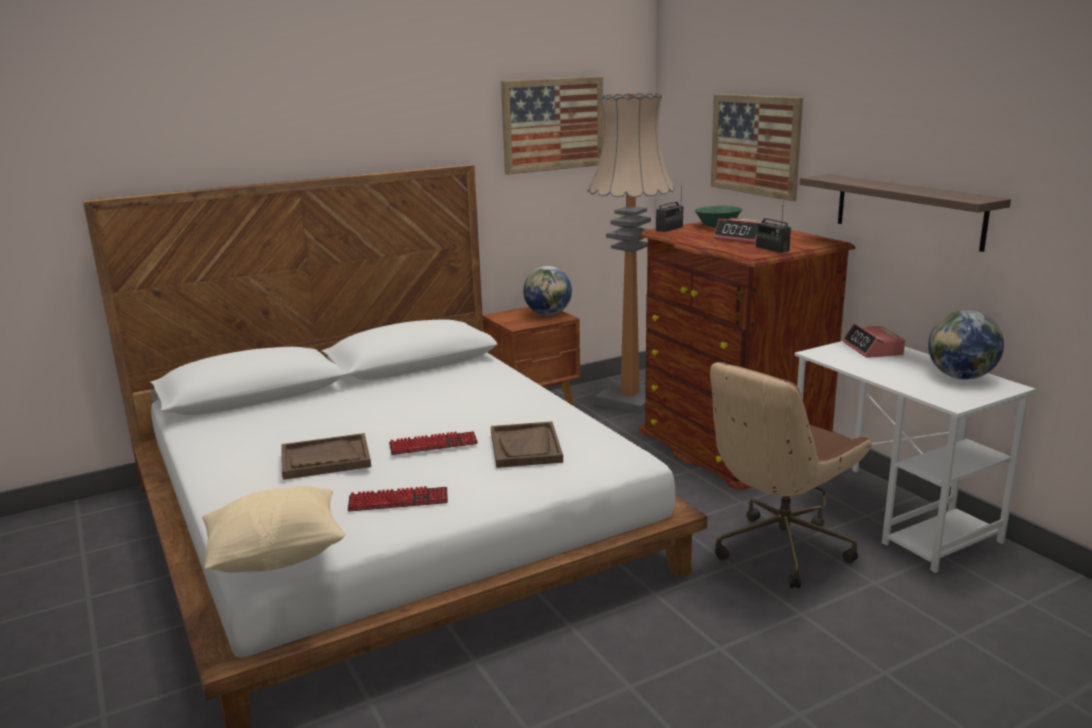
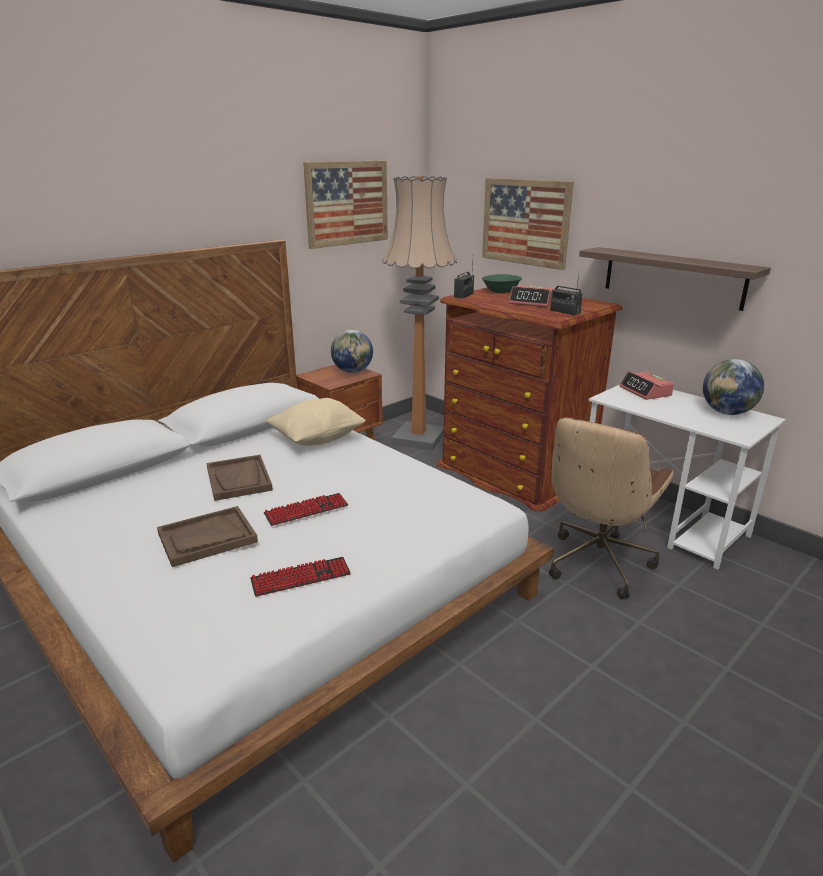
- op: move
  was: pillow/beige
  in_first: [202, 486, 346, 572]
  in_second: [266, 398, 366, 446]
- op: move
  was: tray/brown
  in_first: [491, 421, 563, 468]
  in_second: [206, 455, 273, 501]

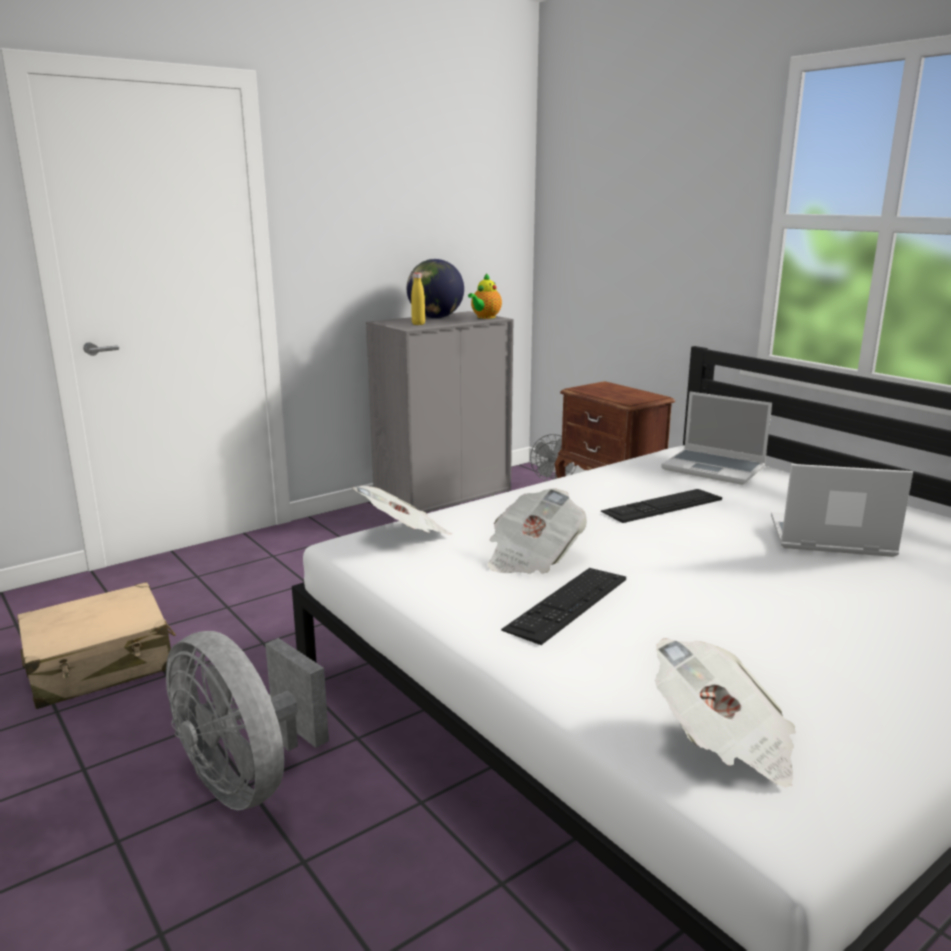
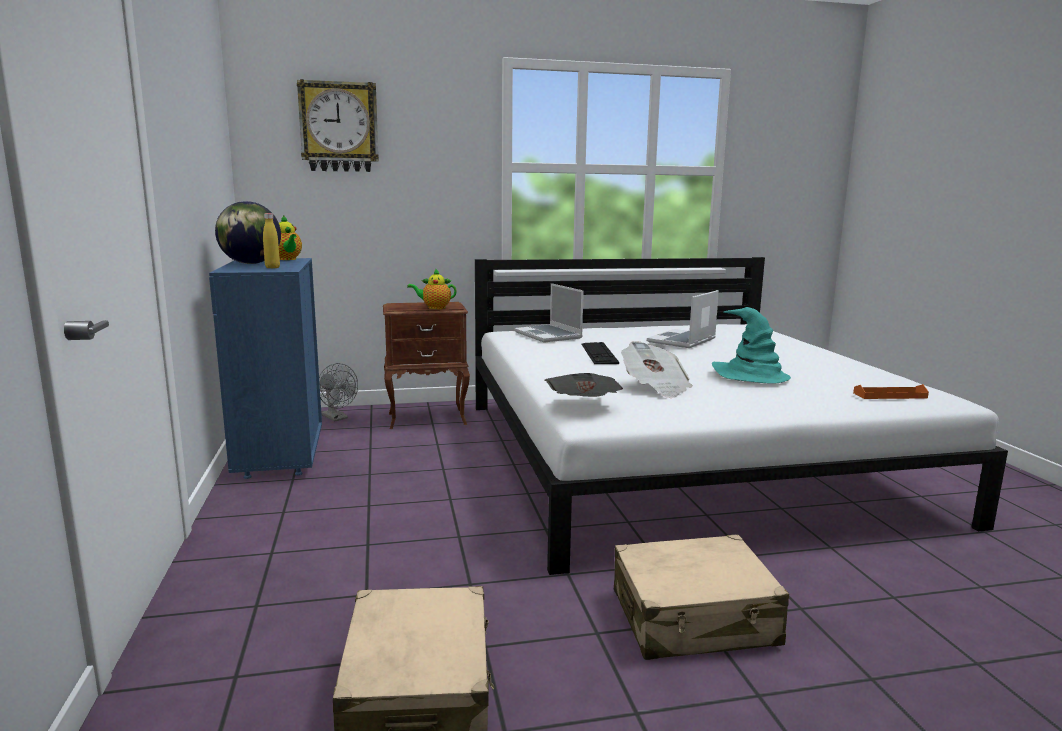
- op: replace
  was: fan/grey
  now: suitcase/beige
  in_first: [166, 631, 329, 810]
  in_second: [614, 535, 789, 660]
- op: recolor
  was: cabinet/grey
  now: cabinet/blue
  in_first: [366, 311, 513, 513]
  in_second: [209, 258, 322, 479]
- op: delete
  was: keyboard
  in_first: [501, 568, 626, 645]
- op: replace
  was: newspaper
  now: tray/orange
  in_first: [655, 638, 796, 787]
  in_second: [853, 384, 929, 399]
- op: rotate
  was: laptop
  in_first: [661, 392, 772, 485]
  in_second: [514, 283, 584, 343]
  clockwise: 90
- op: insert
  now: wall clock
  in_second: [297, 79, 379, 172]
- op: insert
  now: teapot
  in_second: [407, 268, 457, 309]
- op: insert
  now: hat/turquoise
  in_second: [712, 307, 791, 384]

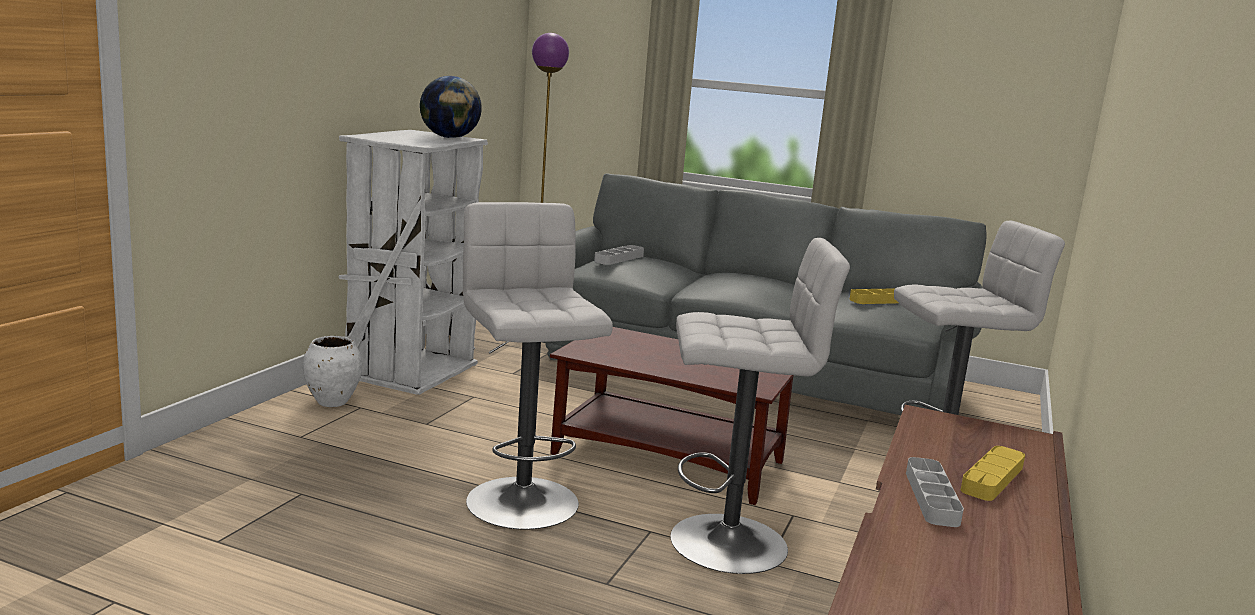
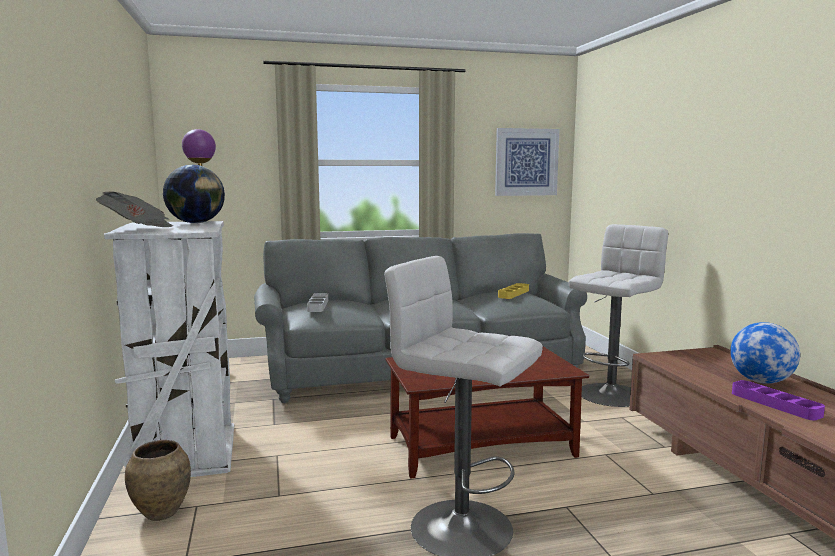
- op: recolor
  was: vase/white
  now: vase/brown
  in_first: [303, 336, 362, 407]
  in_second: [125, 440, 191, 521]
- op: delete
  was: stool/white
  in_first: [670, 238, 850, 574]
- op: recolor
  was: tray/grey
  now: tray/purple
  in_first: [906, 457, 964, 527]
  in_second: [732, 380, 825, 420]
- op: replace
  was: tray/yellow
  now: globe
  in_first: [961, 446, 1025, 501]
  in_second: [730, 322, 800, 384]
- op: insert
  now: newspaper
  in_second: [96, 191, 173, 227]
- op: insert
  now: picture
  in_second: [495, 128, 560, 196]

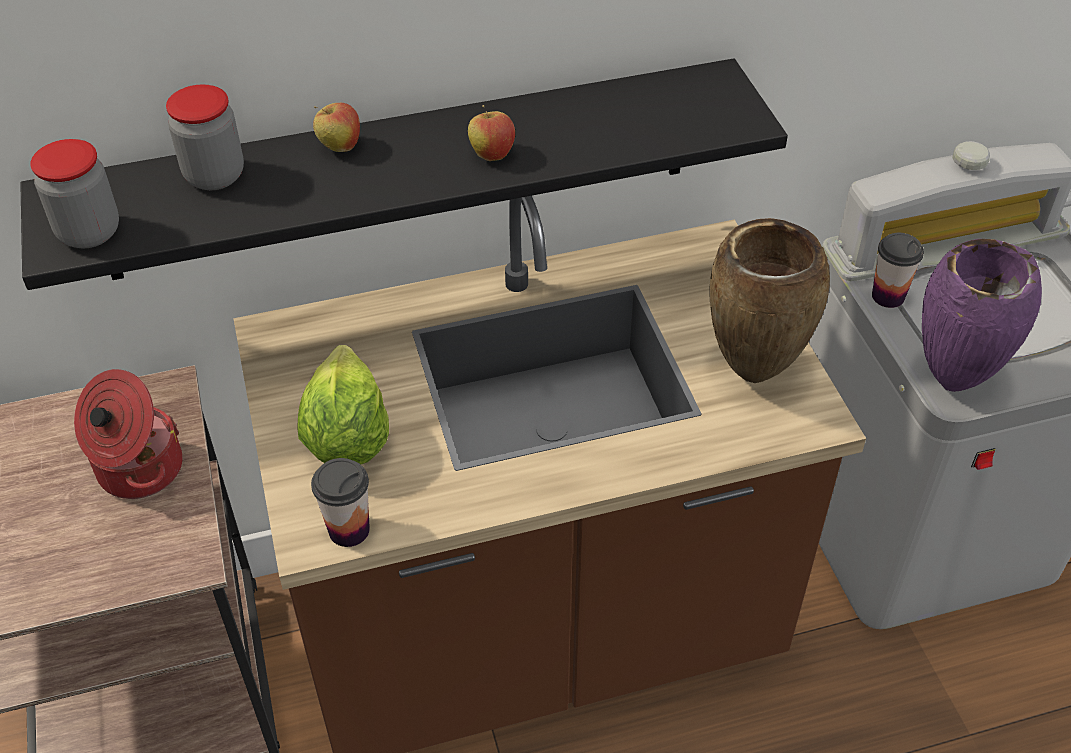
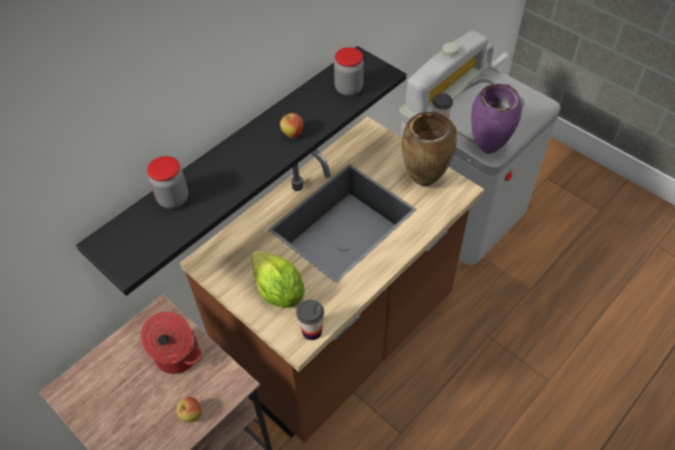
- op: move
  was: jar
  in_first: [30, 139, 119, 248]
  in_second: [334, 47, 364, 96]
- op: move
  was: apple
  in_first: [313, 103, 360, 152]
  in_second: [176, 397, 201, 422]

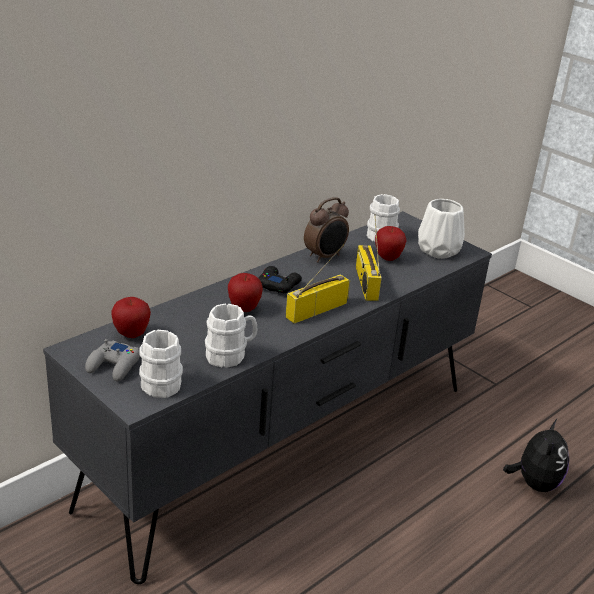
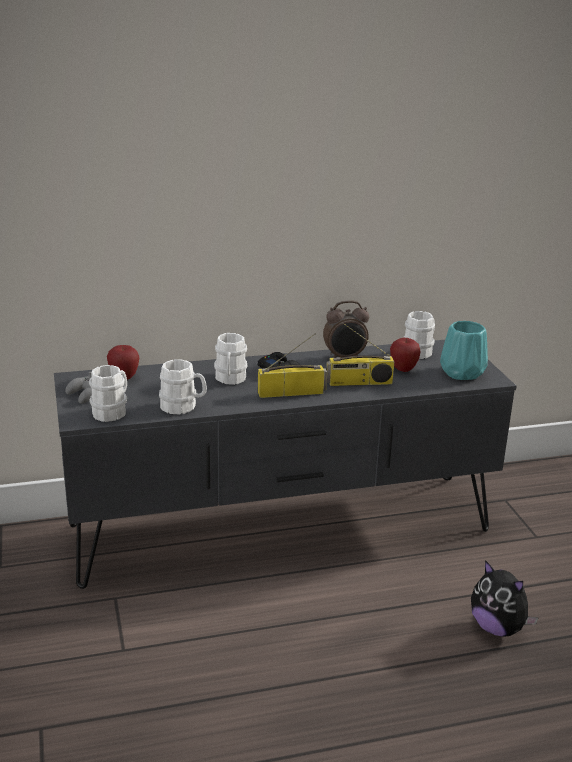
- op: replace
  was: apple
  now: mug/white
  in_first: [228, 273, 263, 312]
  in_second: [214, 333, 247, 385]
- op: rotate
  was: radio
  in_first: [356, 214, 382, 301]
  in_second: [326, 322, 394, 386]
  clockwise: -120
- op: recolor
  was: vase/white
  now: vase/turquoise
  in_first: [418, 199, 465, 259]
  in_second: [440, 321, 488, 380]
- op: rotate
  was: plush toy
  in_first: [503, 419, 570, 492]
  in_second: [471, 560, 539, 637]
  clockwise: 90

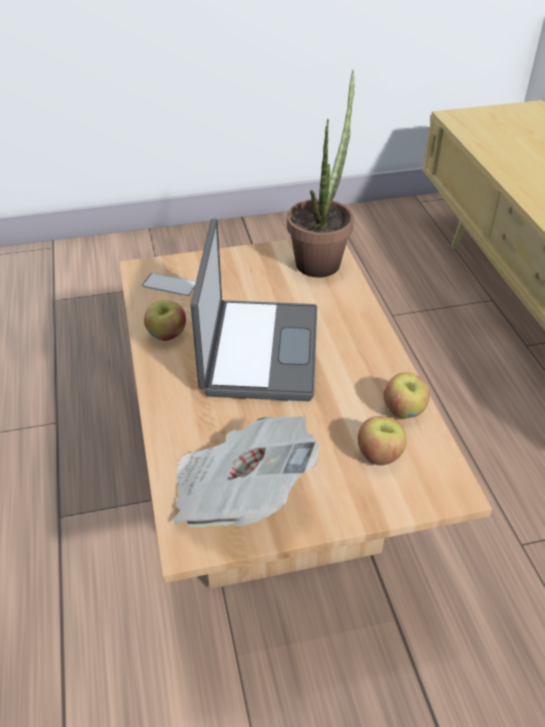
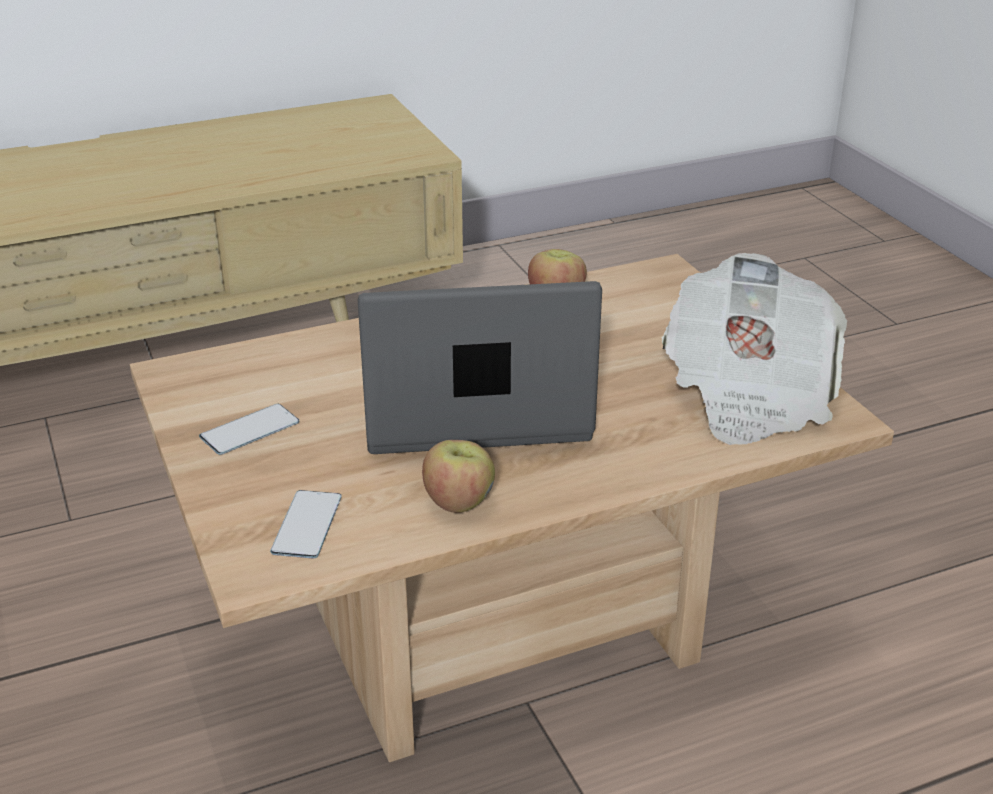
- op: delete
  was: potted plant
  in_first: [287, 70, 355, 277]
- op: delete
  was: apple
  in_first: [358, 416, 407, 465]
- op: insert
  now: phone
  in_second: [199, 404, 299, 455]

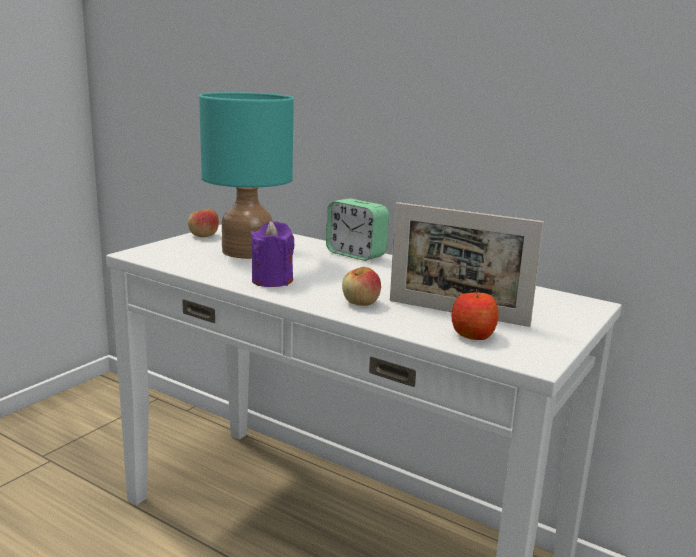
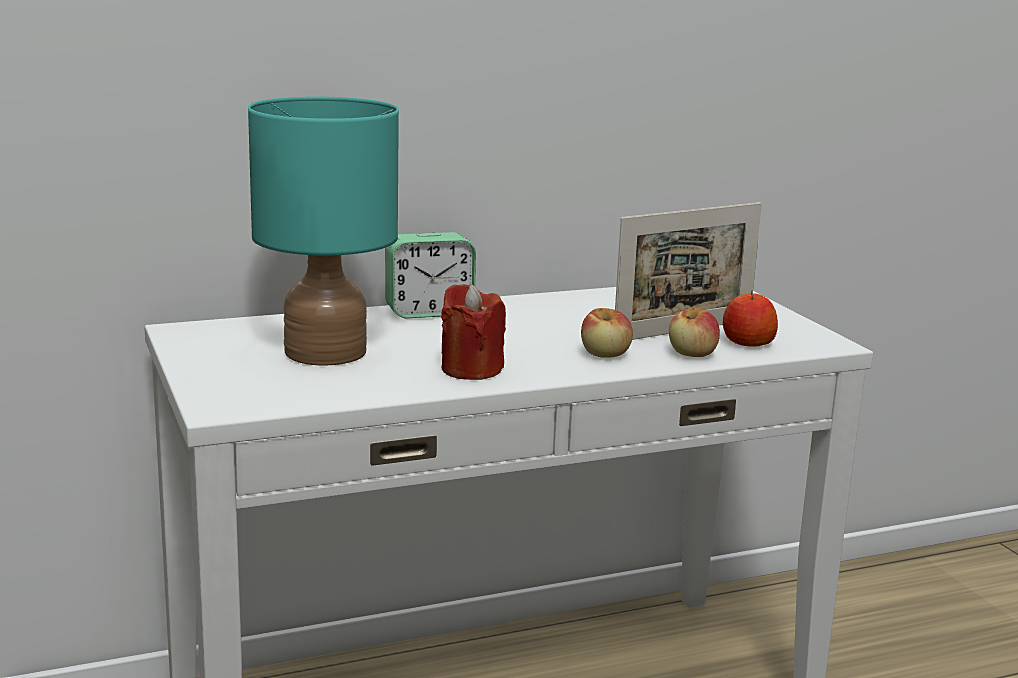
- op: move
  was: apple
  in_first: [188, 209, 219, 237]
  in_second: [669, 307, 720, 357]
- op: recolor
  was: candle/purple
  now: candle/red
  in_first: [251, 221, 294, 287]
  in_second: [441, 284, 506, 380]

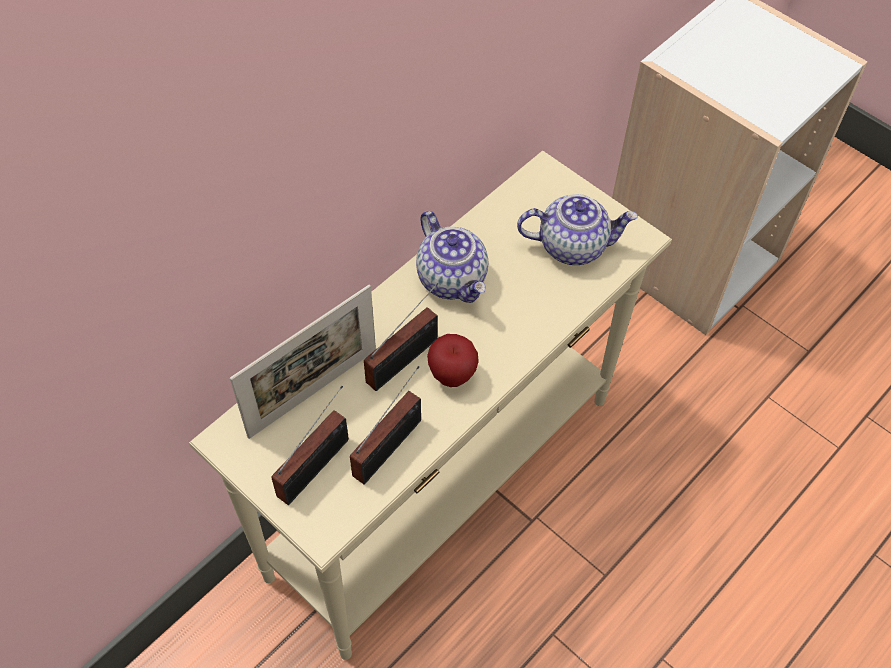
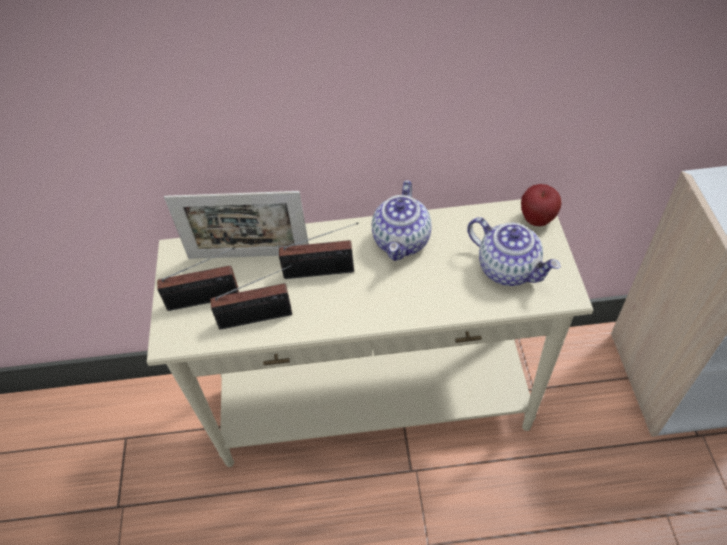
- op: move
  was: apple
  in_first: [427, 334, 479, 387]
  in_second: [521, 184, 561, 226]

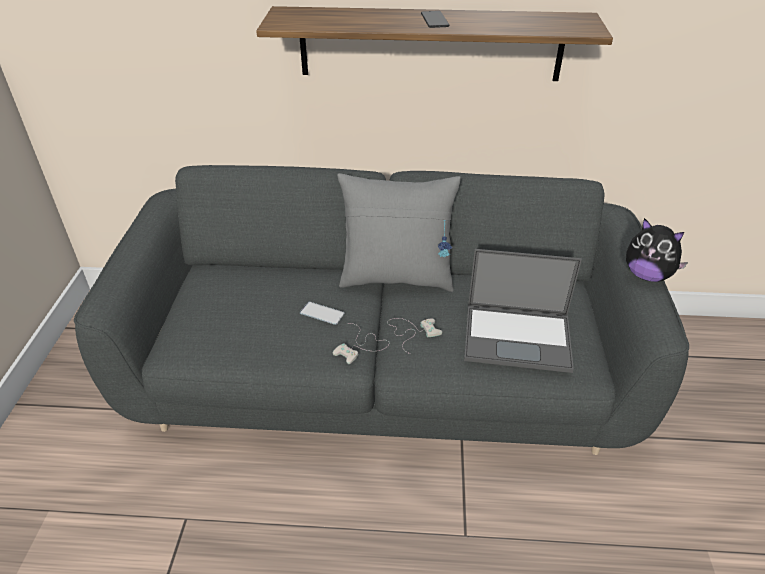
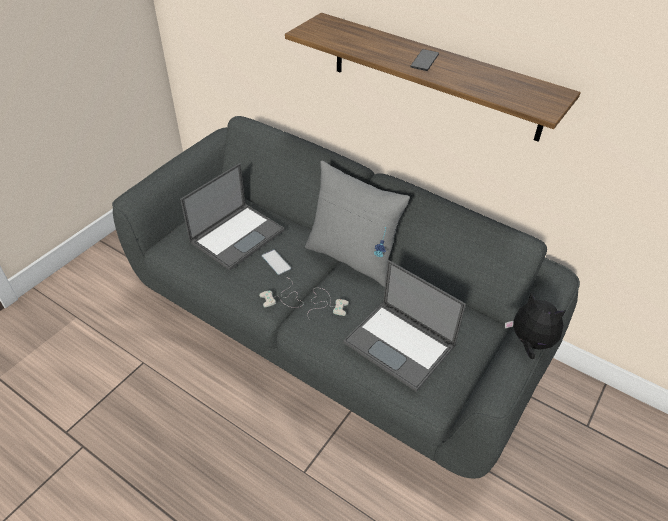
- op: rotate
  was: plush toy
  in_first: [626, 218, 688, 282]
  in_second: [505, 293, 566, 359]
  clockwise: 150
- op: insert
  now: laptop
  in_second: [180, 163, 285, 270]

